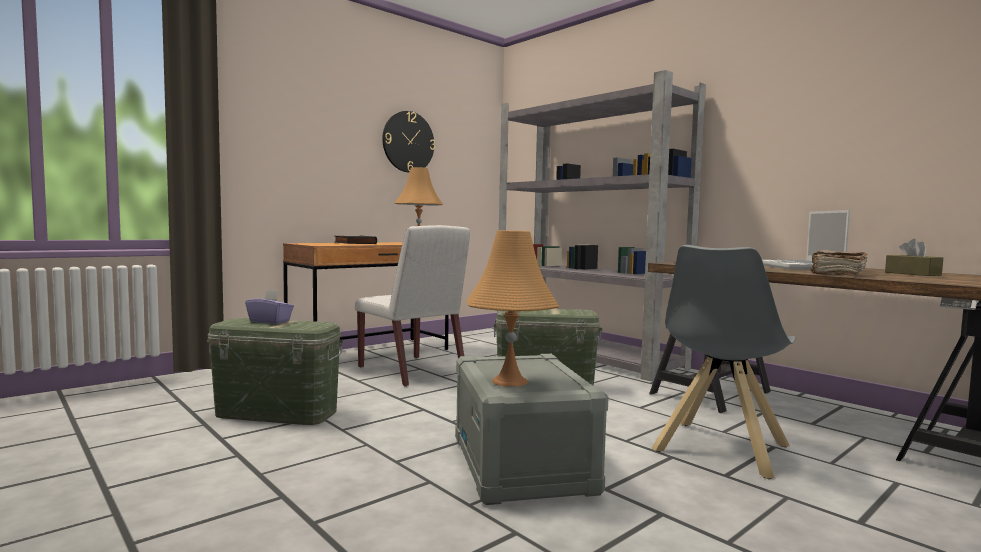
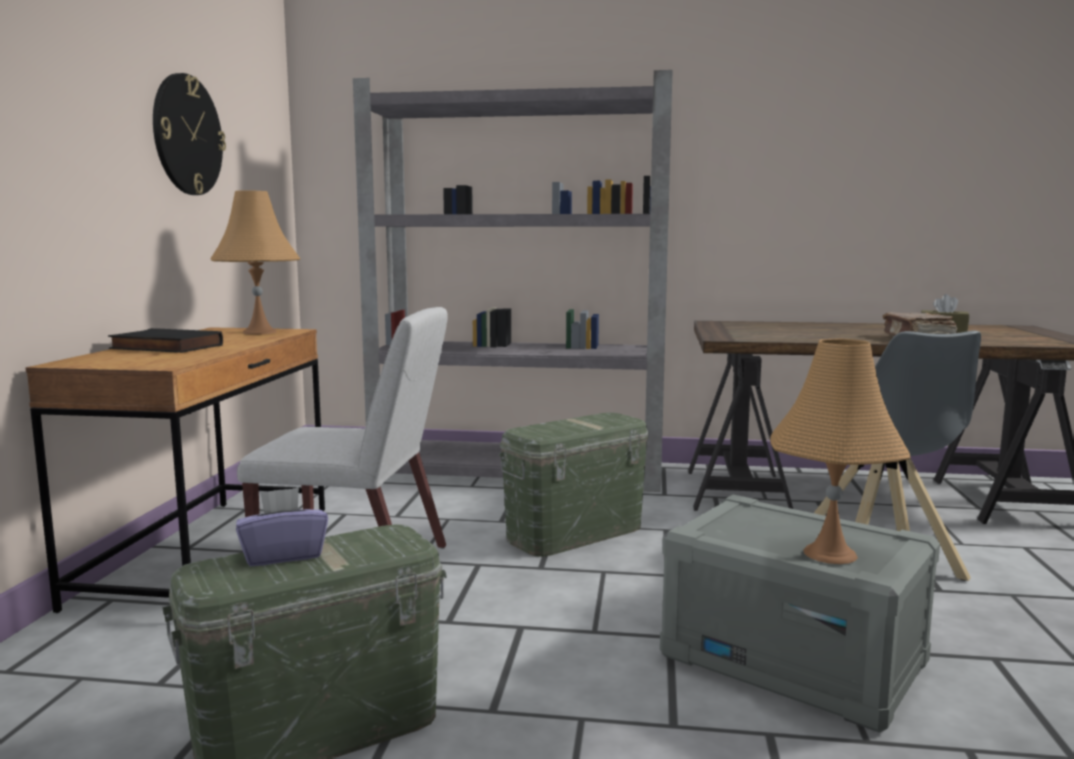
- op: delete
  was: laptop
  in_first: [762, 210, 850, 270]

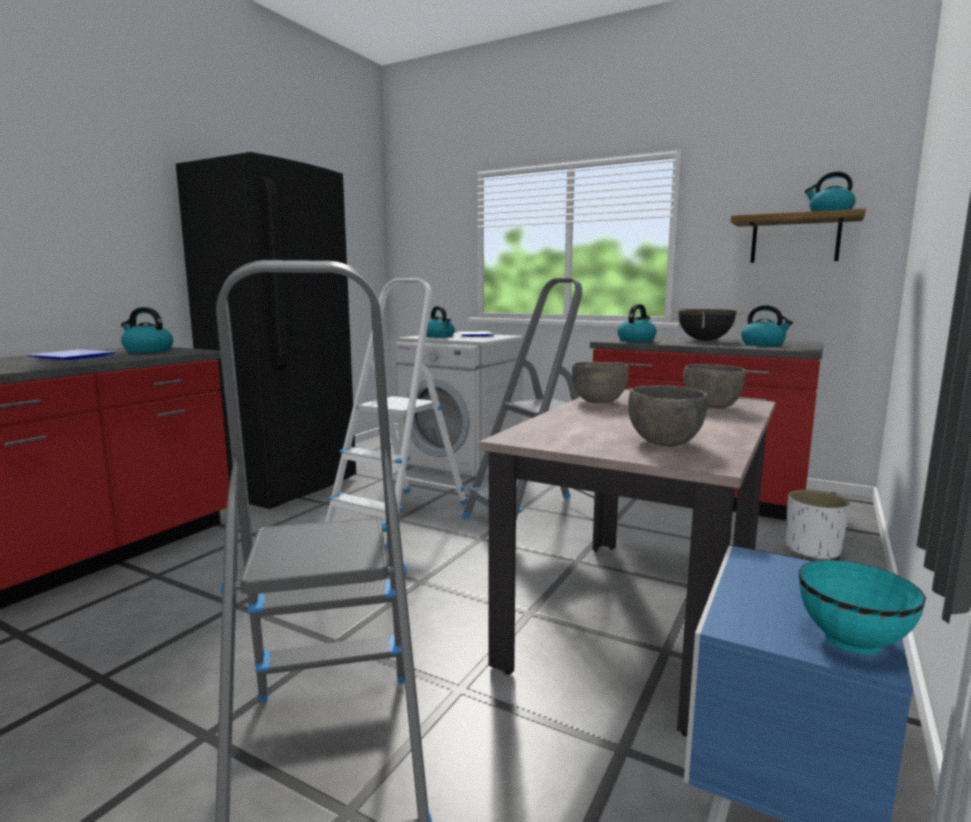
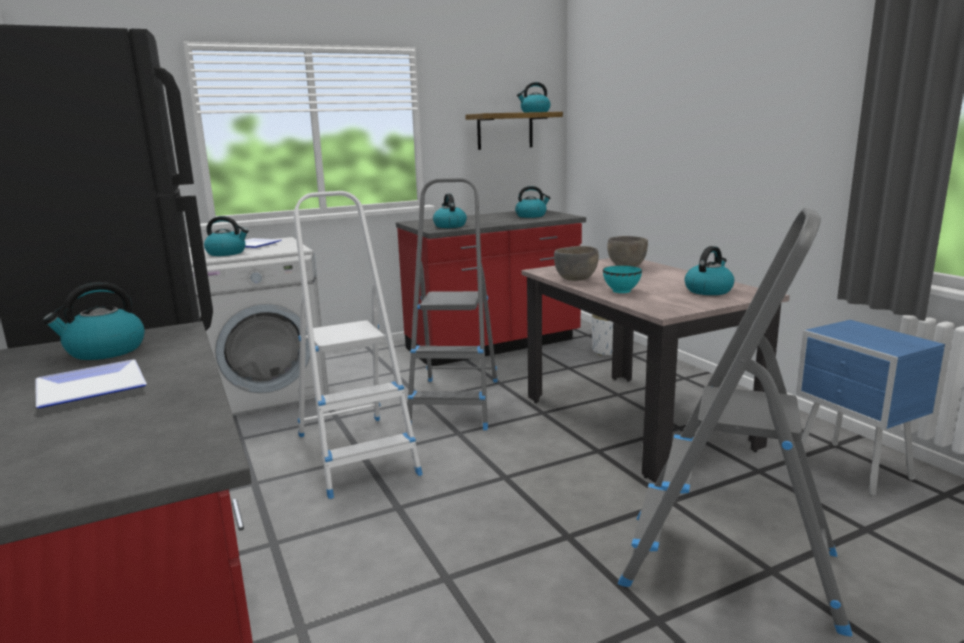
- op: replace
  was: bowl/grey
  now: kettle
  in_first: [628, 385, 708, 447]
  in_second: [685, 246, 734, 295]
- op: delete
  was: cooking pot/black
  in_first: [672, 309, 744, 341]
- op: move
  was: bowl/turquoise
  in_first: [798, 560, 926, 655]
  in_second: [603, 266, 642, 293]

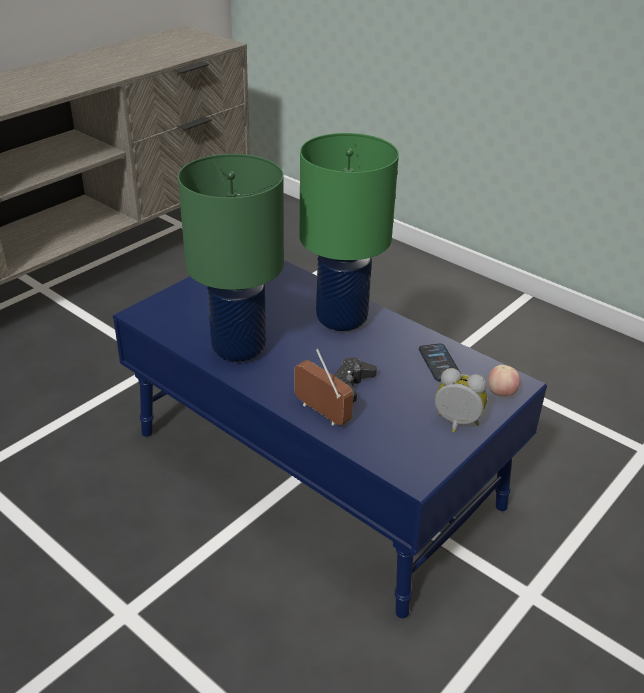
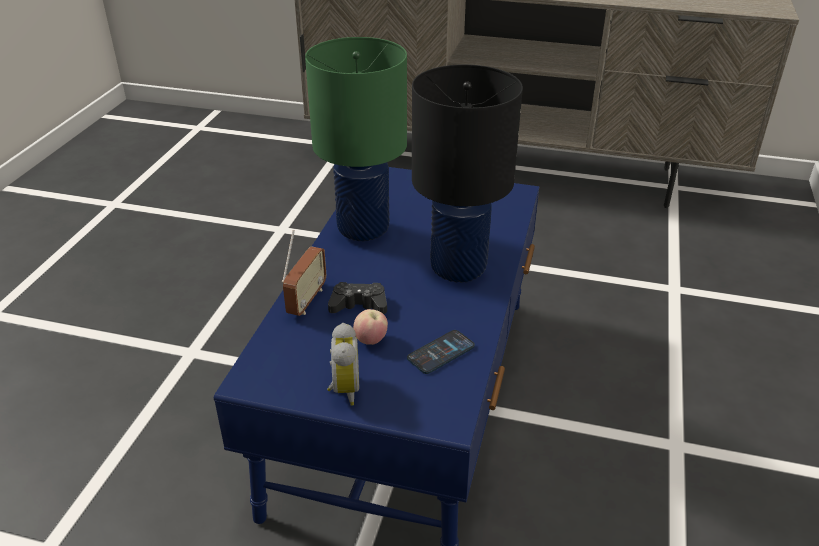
- op: recolor
  was: table lamp/green
  now: table lamp/black
  in_first: [300, 133, 399, 331]
  in_second: [412, 64, 523, 283]
- op: move
  was: apple
  in_first: [488, 365, 520, 396]
  in_second: [353, 309, 388, 345]

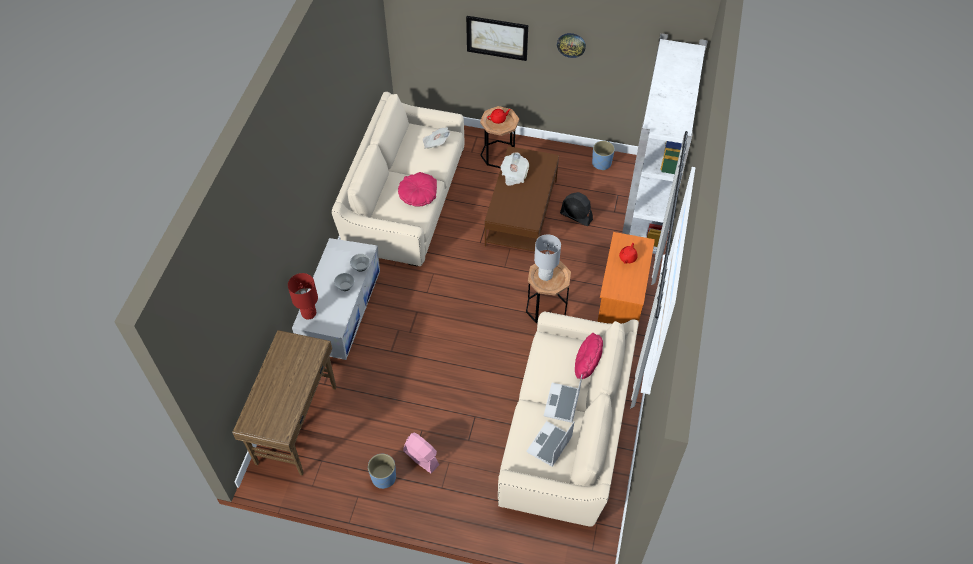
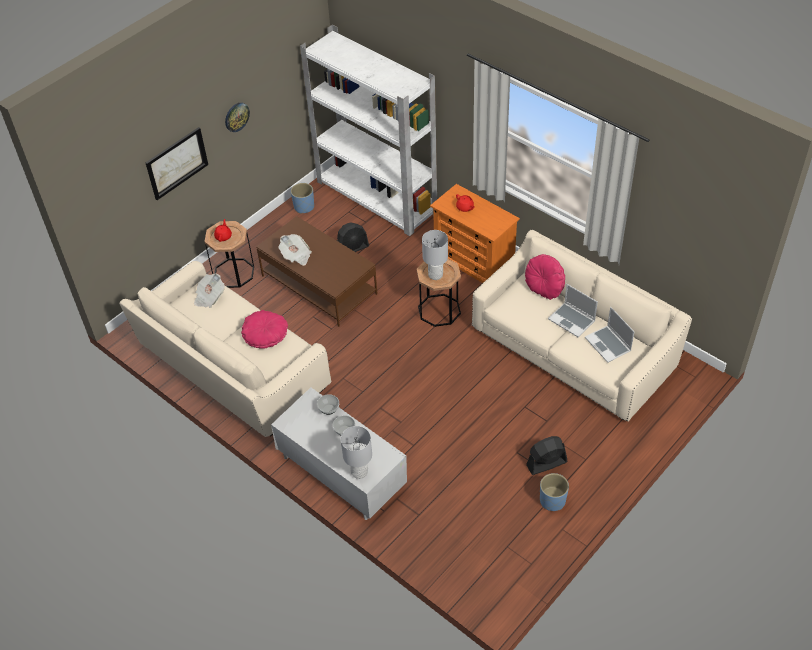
- op: delete
  was: console table/brown
  in_first: [232, 330, 336, 476]
- op: recolor
  was: table lamp/red
  now: table lamp/grey
  in_first: [288, 273, 318, 319]
  in_second: [341, 426, 372, 479]
- op: recolor
  was: fan/pink
  now: fan/black
  in_first: [403, 432, 439, 473]
  in_second: [526, 436, 568, 475]

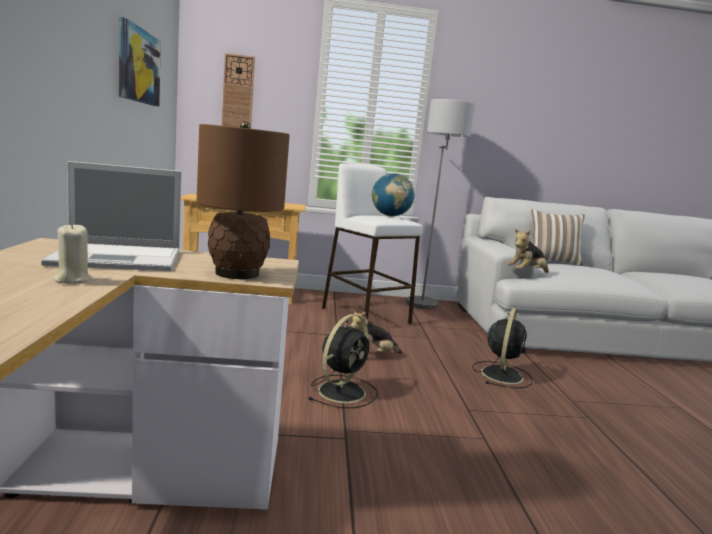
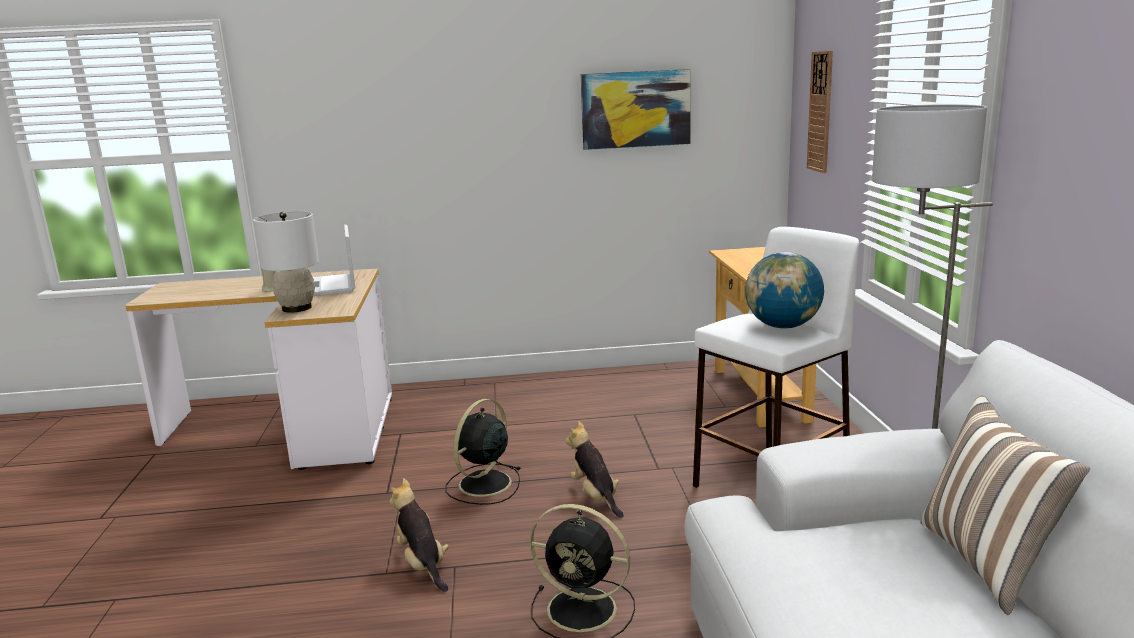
- op: recolor
  was: table lamp/brown
  now: table lamp/white
  in_first: [197, 122, 290, 279]
  in_second: [253, 212, 319, 313]
- op: rotate
  was: fan/black
  in_first: [309, 314, 378, 408]
  in_second: [445, 399, 521, 505]
  clockwise: 90
- op: move
  was: plush toy
  in_first: [507, 229, 549, 273]
  in_second: [389, 478, 449, 592]

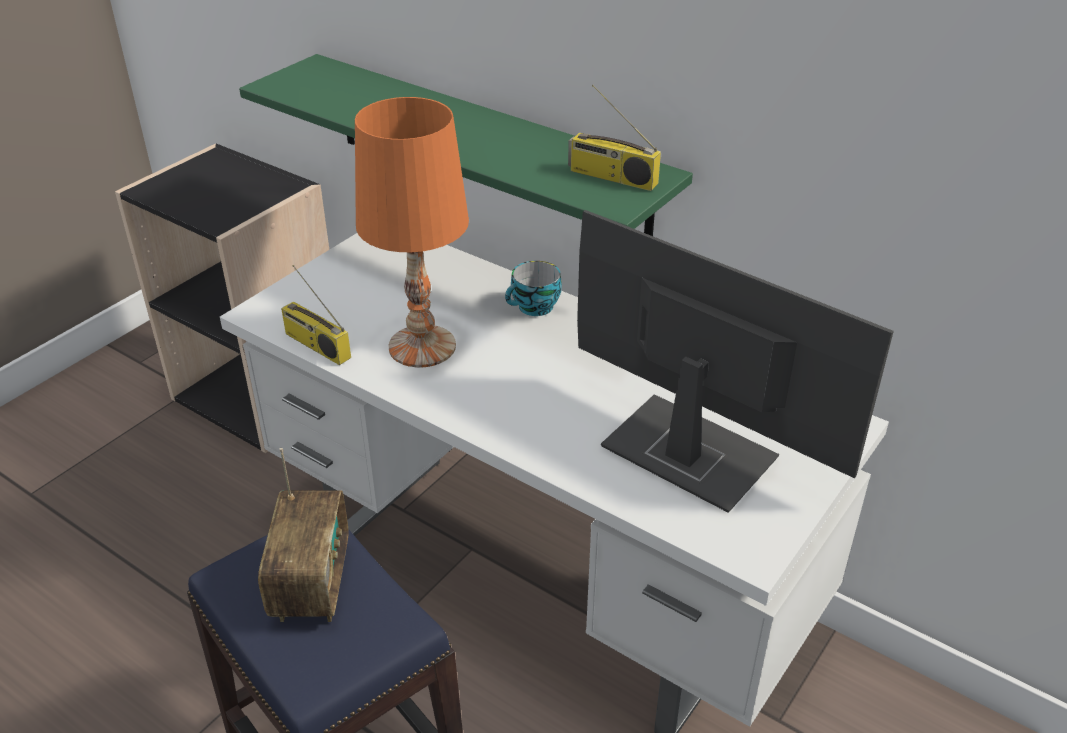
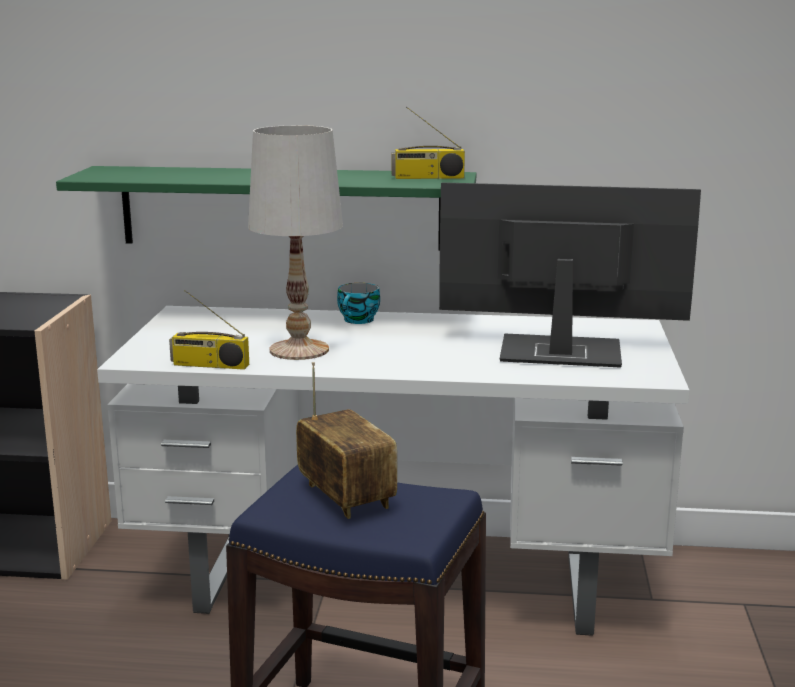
- op: recolor
  was: table lamp/orange
  now: table lamp/white
  in_first: [355, 97, 469, 368]
  in_second: [248, 125, 343, 360]

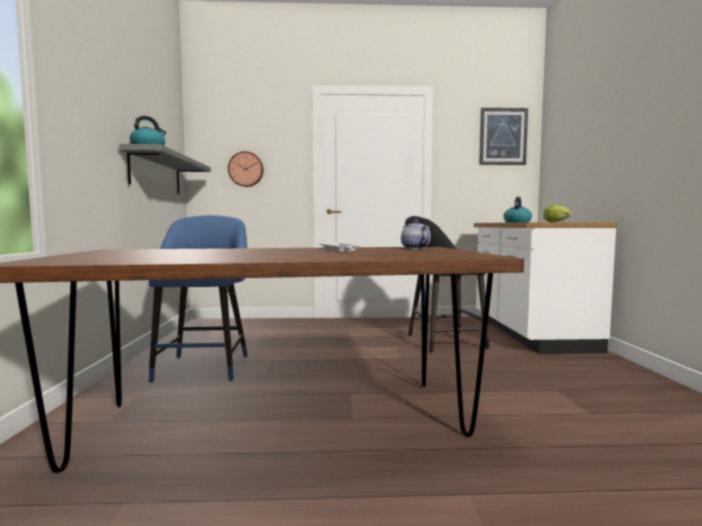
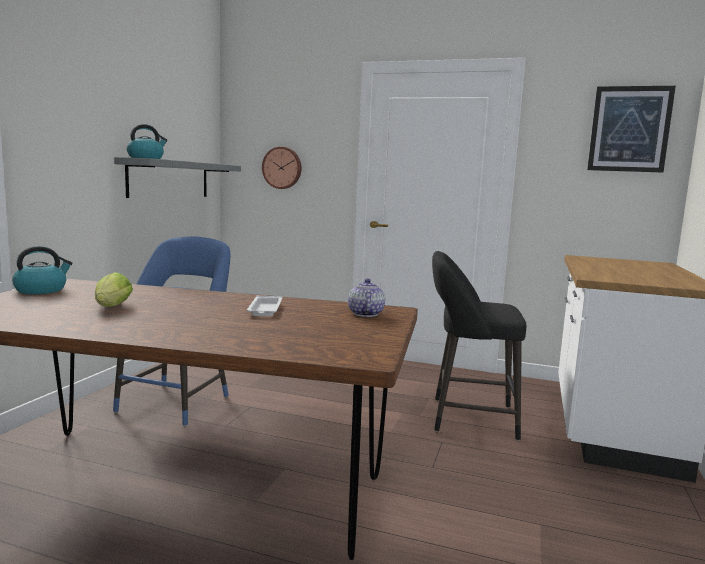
- op: move
  was: kettle
  in_first: [503, 197, 532, 222]
  in_second: [12, 246, 72, 294]
- op: move
  was: lettuce
  in_first: [543, 205, 572, 222]
  in_second: [95, 272, 133, 307]

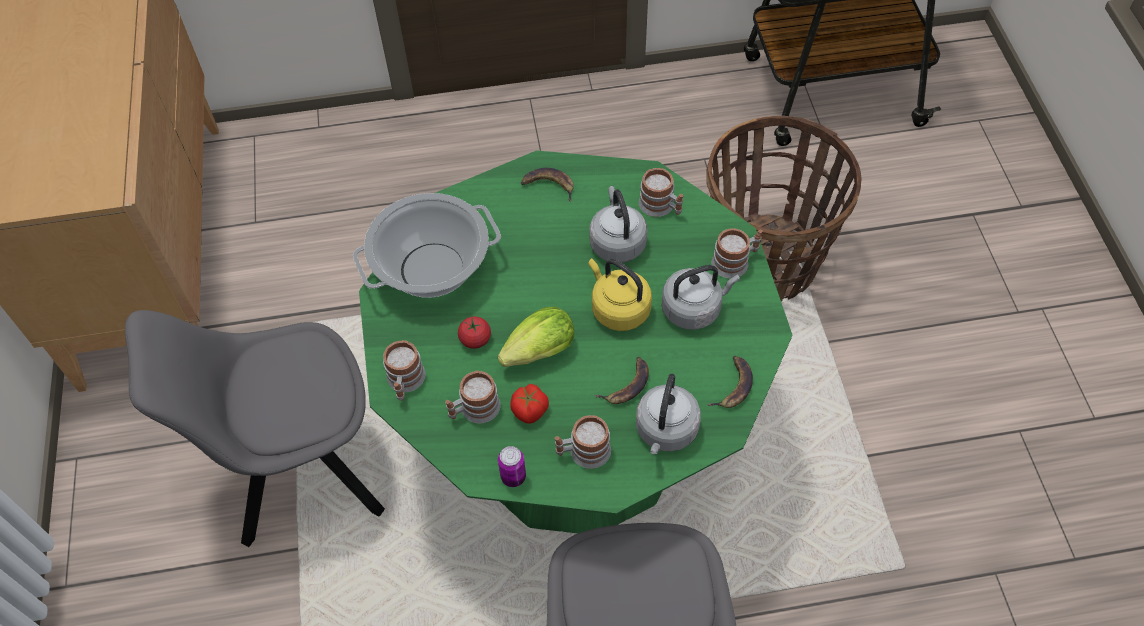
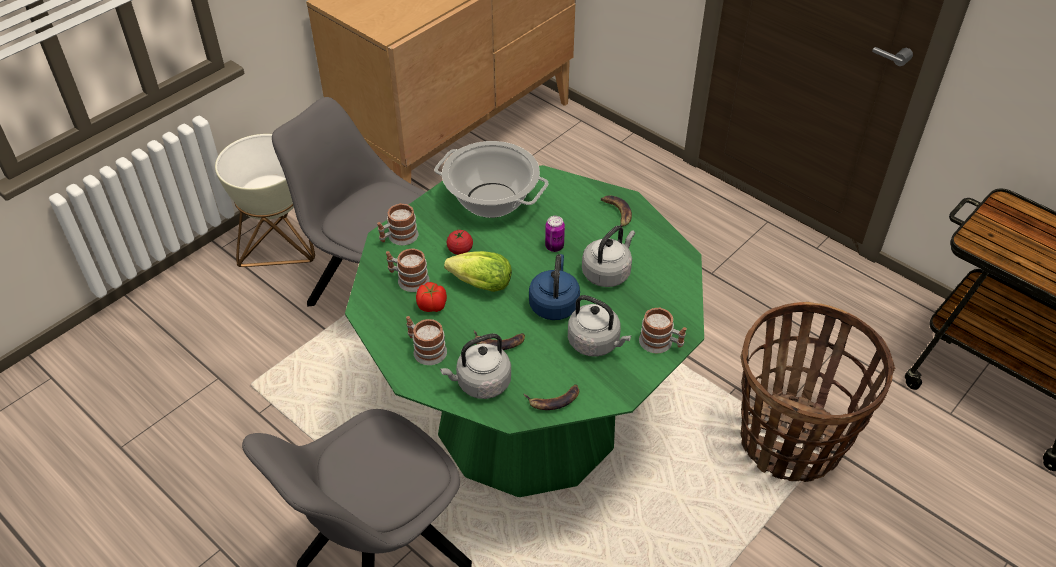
- op: move
  was: can
  in_first: [498, 446, 526, 487]
  in_second: [545, 216, 565, 252]
- op: recolor
  was: kettle/yellow
  now: kettle/blue
  in_first: [588, 258, 652, 331]
  in_second: [529, 254, 580, 320]
- op: delete
  was: mug
  in_first: [639, 168, 683, 217]
- op: insert
  now: planter
  in_second: [215, 134, 315, 267]

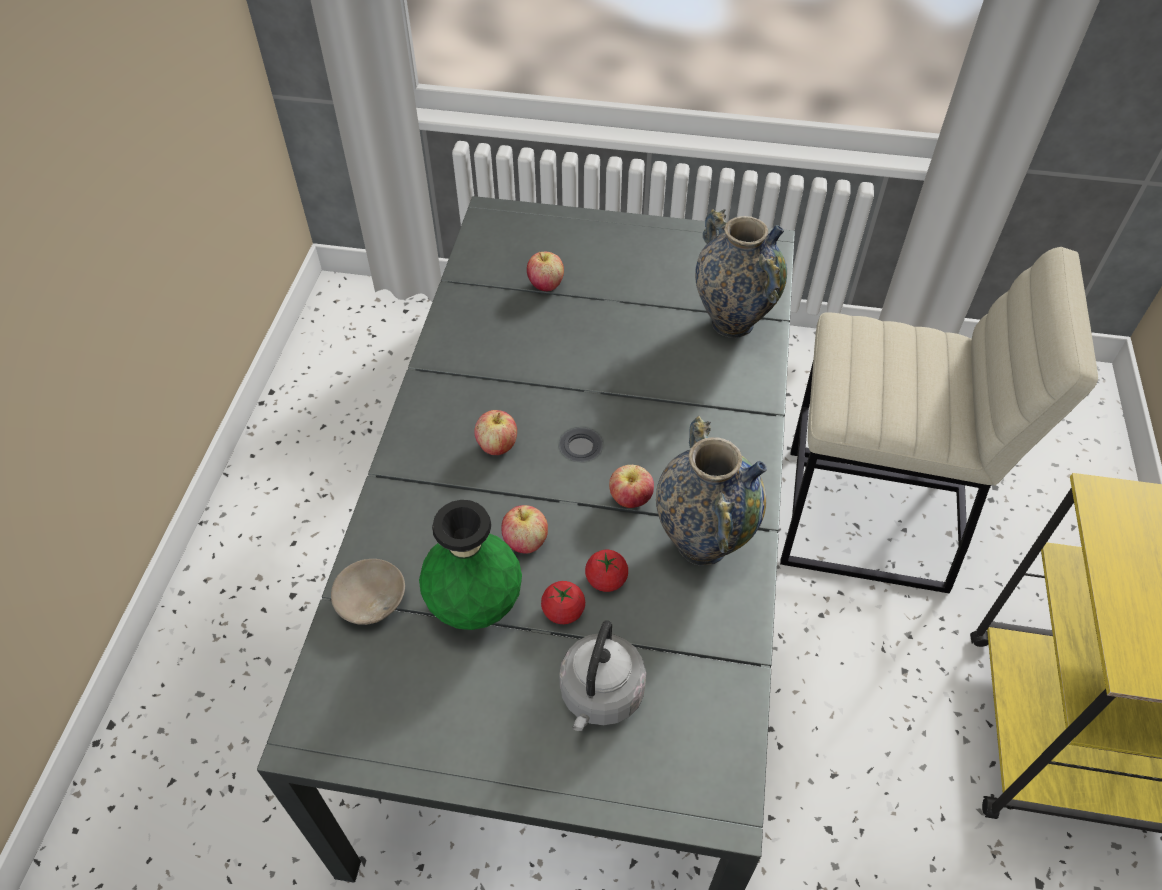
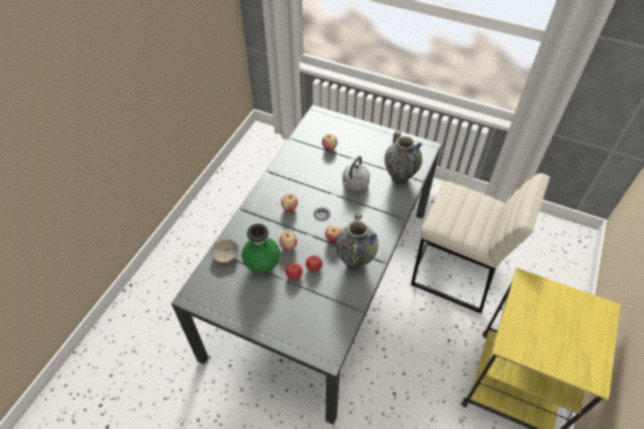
- op: move
  was: kettle/grey
  in_first: [559, 620, 646, 731]
  in_second: [342, 156, 370, 191]

